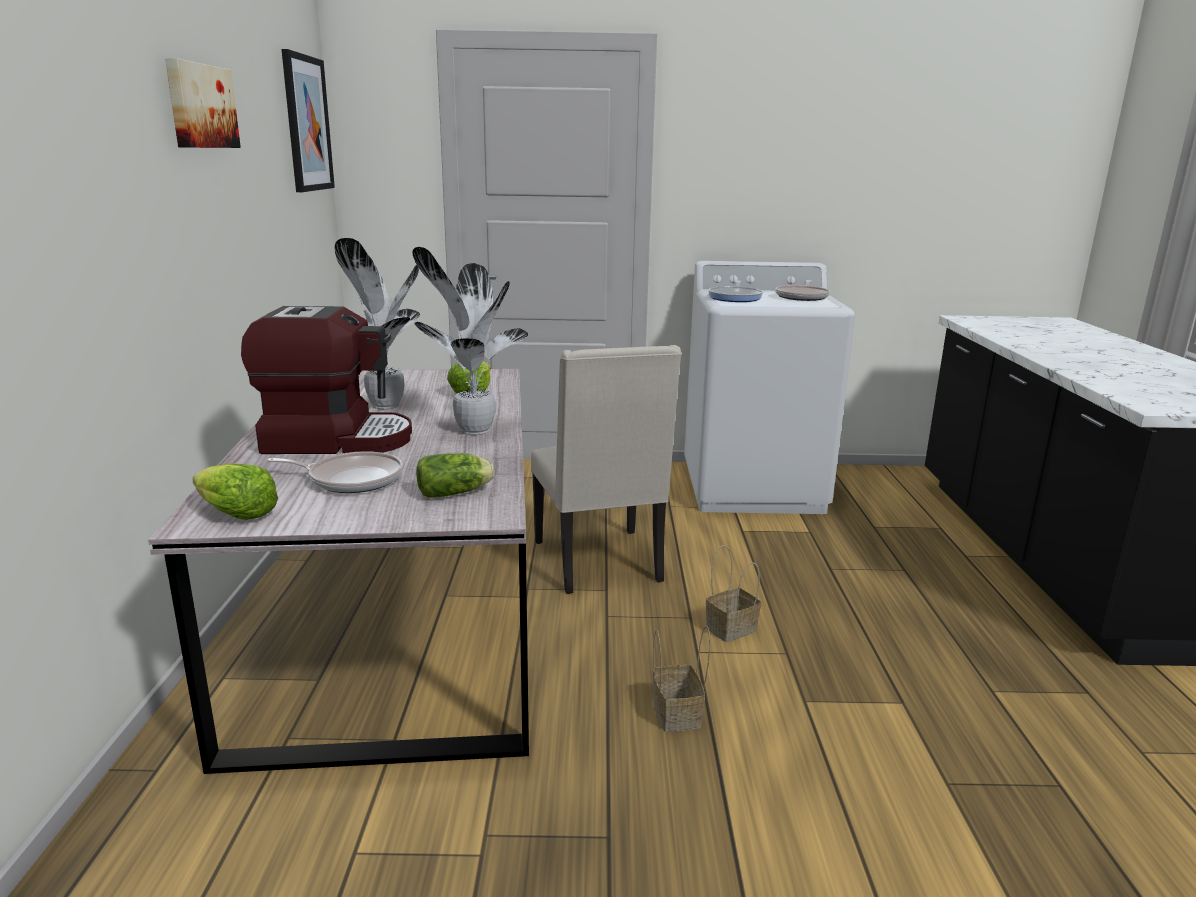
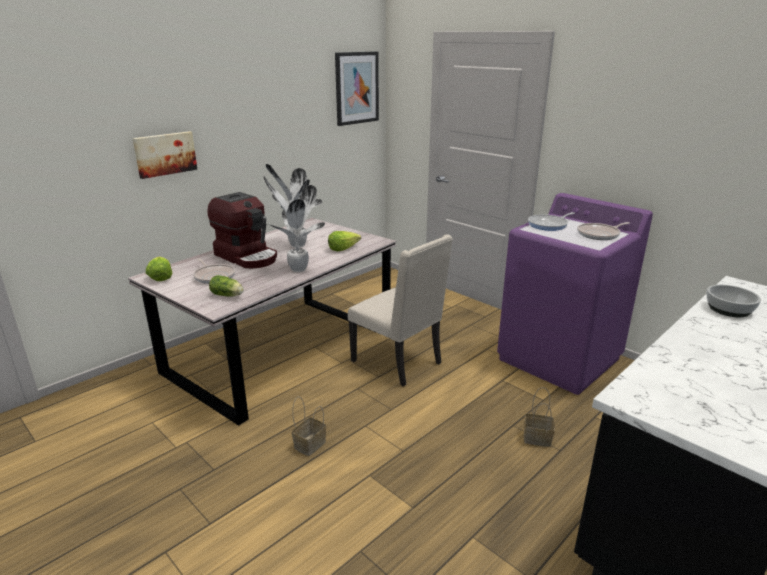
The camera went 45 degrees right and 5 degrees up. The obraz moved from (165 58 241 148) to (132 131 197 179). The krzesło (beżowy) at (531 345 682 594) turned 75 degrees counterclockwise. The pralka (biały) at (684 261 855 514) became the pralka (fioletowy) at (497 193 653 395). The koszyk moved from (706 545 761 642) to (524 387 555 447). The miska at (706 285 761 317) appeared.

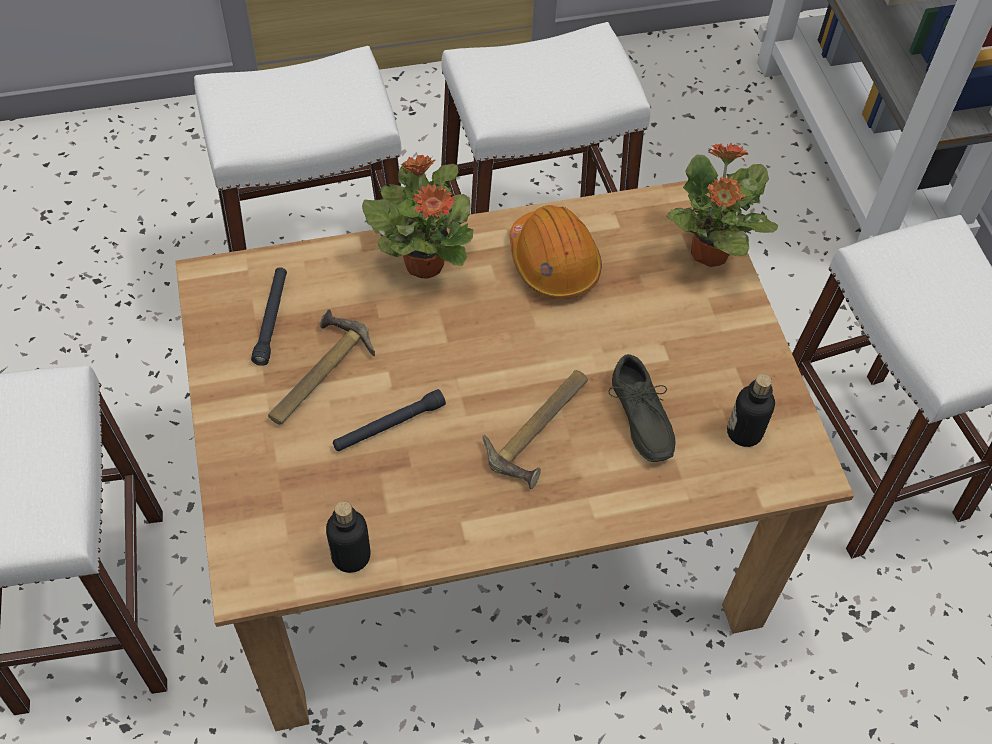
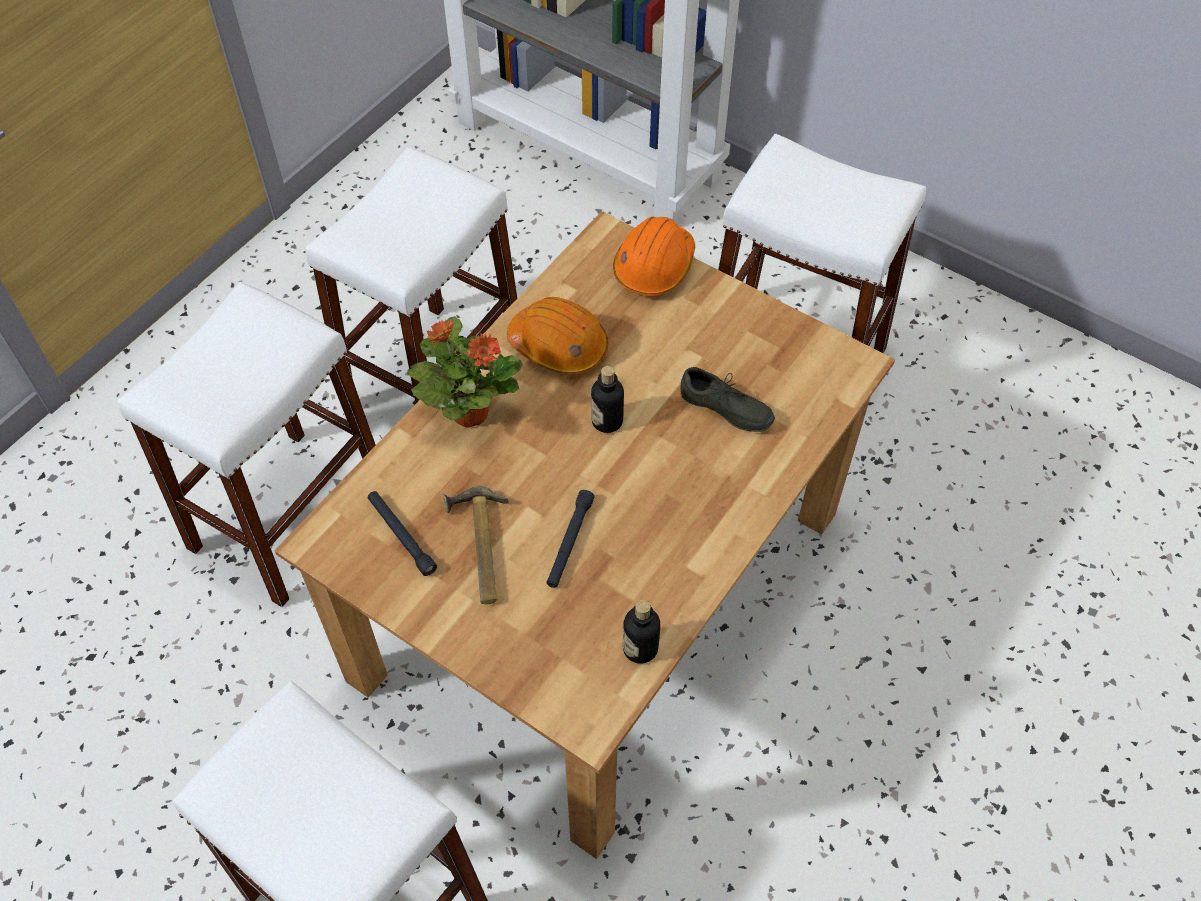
The camera went 40 degrees left and 0 degrees up. The młotek at (483 370 588 489) disappeared. The roślina doniczkowa at (666 143 778 267) was replaced by the kask (pomarańczowy) at (613 216 695 296). The butelka moved from (727 374 775 447) to (591 366 624 433).

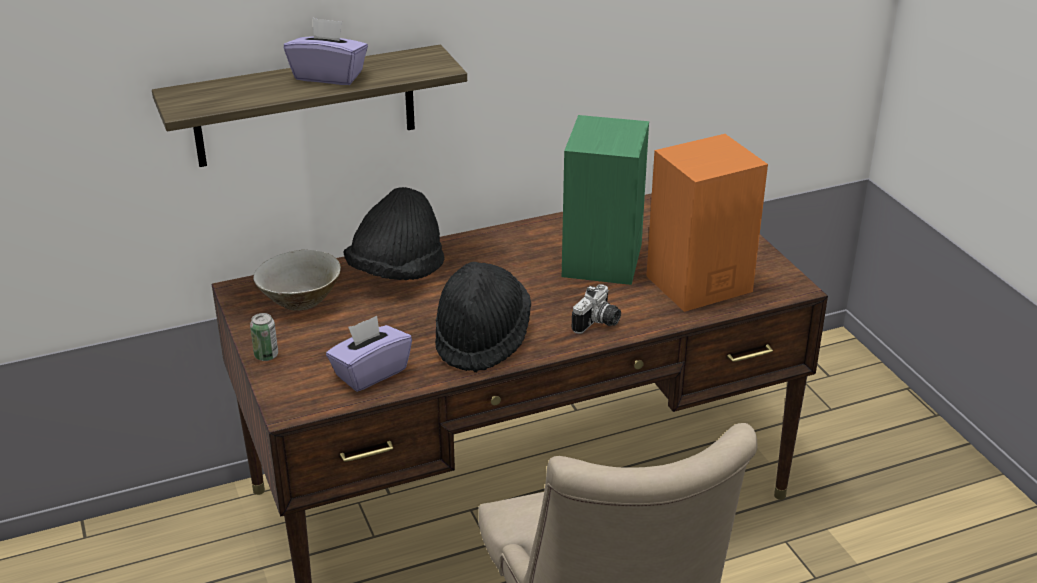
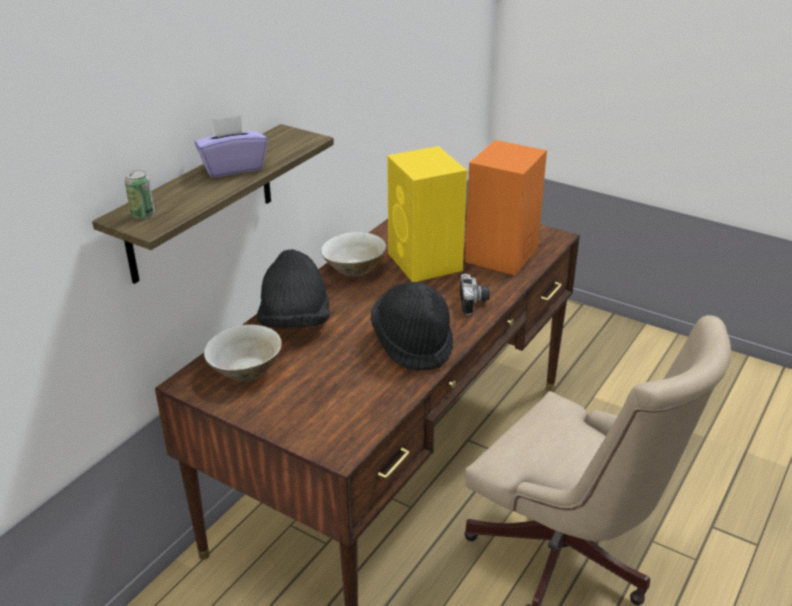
The camera went 35 degrees left and 0 degrees up. The puszka moved from (250 313 278 361) to (124 170 155 219). The pudełko chusteczek (fioletowy) at (326 316 412 392) disappeared. The głośnik (zielony) at (562 115 649 285) became the głośnik (żółty) at (387 146 467 282). The miska (beżowy) at (321 232 386 277) appeared.

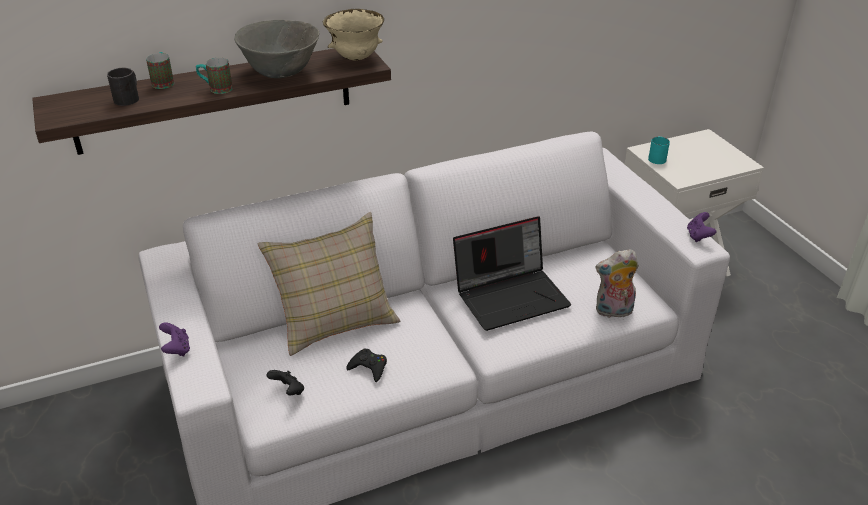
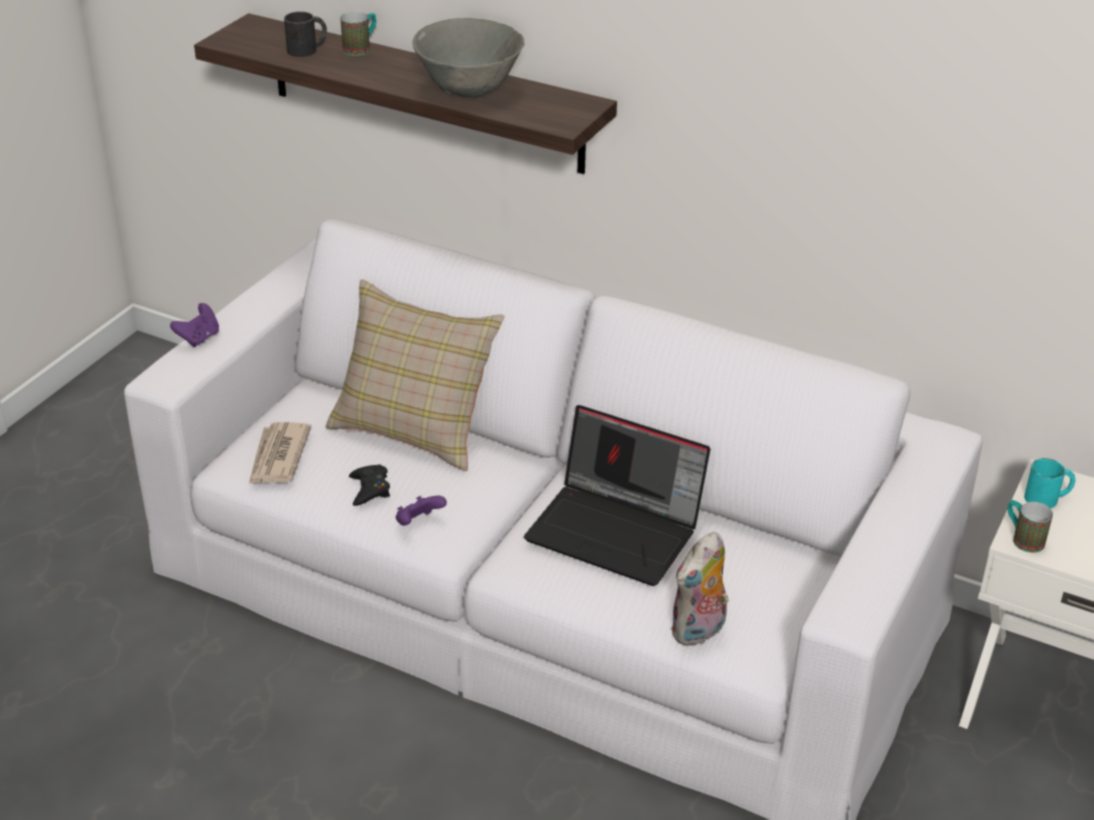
The camera went 50 degrees right and 0 degrees up. The kubek moved from (196 58 233 94) to (1008 500 1053 553). The pad do gier (czarny) at (267 370 304 396) was replaced by the gazeta at (249 422 311 484). The miska (beżowy) at (323 9 384 61) disappeared. The pluszak at (596 249 639 318) turned 90 degrees counterclockwise. The pad do gier (fioletowy) moved from (687 212 716 242) to (396 496 447 526).

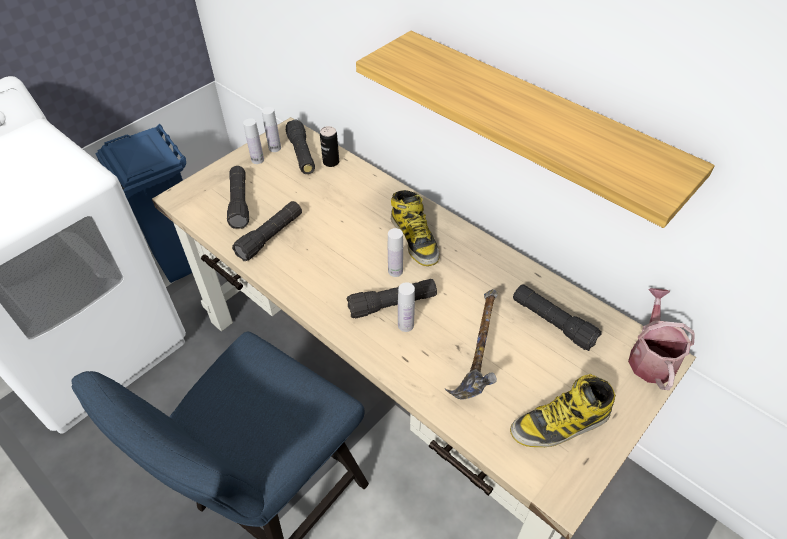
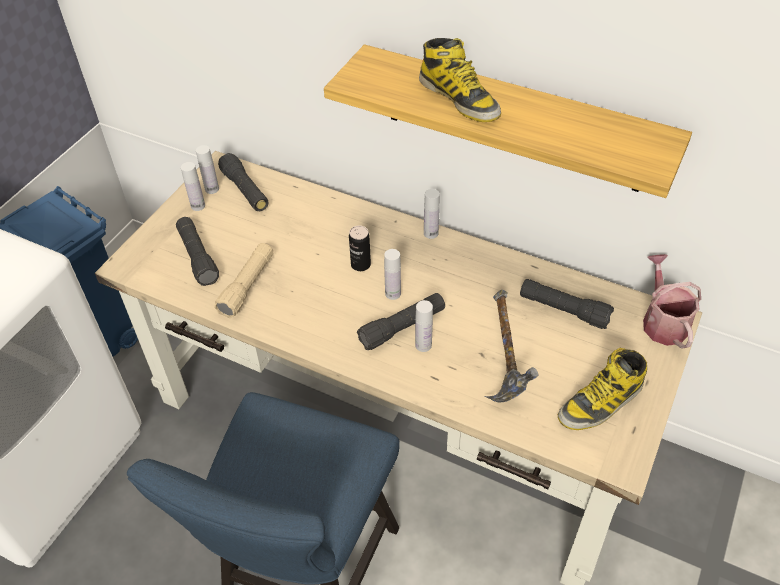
The camera went 15 degrees left and 0 degrees up. The latarka (czarny) at (232 201 302 261) became the latarka (beżowy) at (214 243 273 318). The puszka moved from (320 126 339 167) to (349 225 371 271). The but z cholewką moved from (391 190 440 266) to (419 38 501 122). The butelka (biały) at (424 189 440 239) appeared.

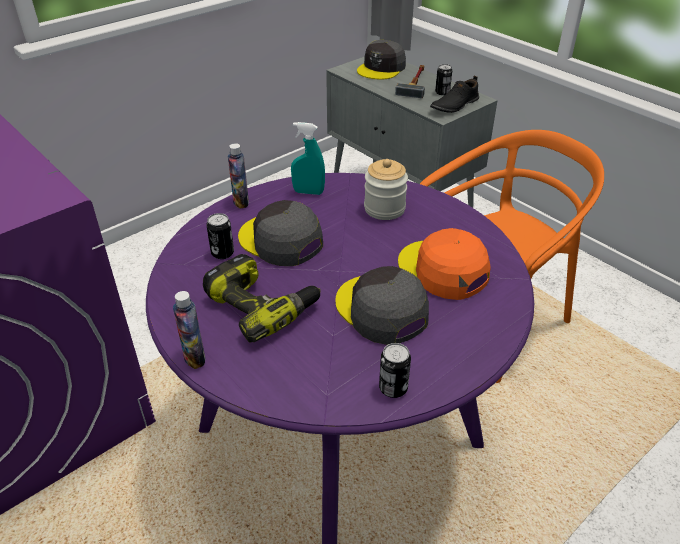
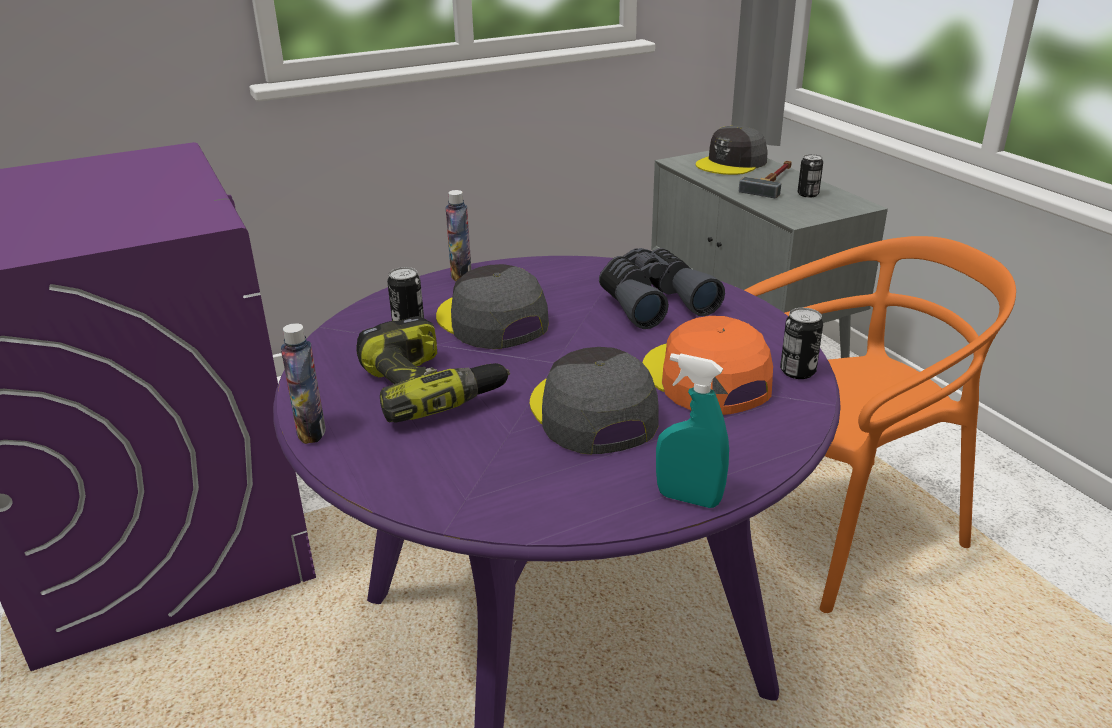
The camera went 15 degrees right and 10 degrees down. The spryskiwacz (turkusowy) moved from (291 122 325 195) to (656 353 729 508). The słoik at (364 159 408 220) was replaced by the lornetka (szary) at (599 248 725 329). The puszka moved from (379 343 411 398) to (780 308 823 379). The but (czarny) at (430 76 479 113) disappeared.

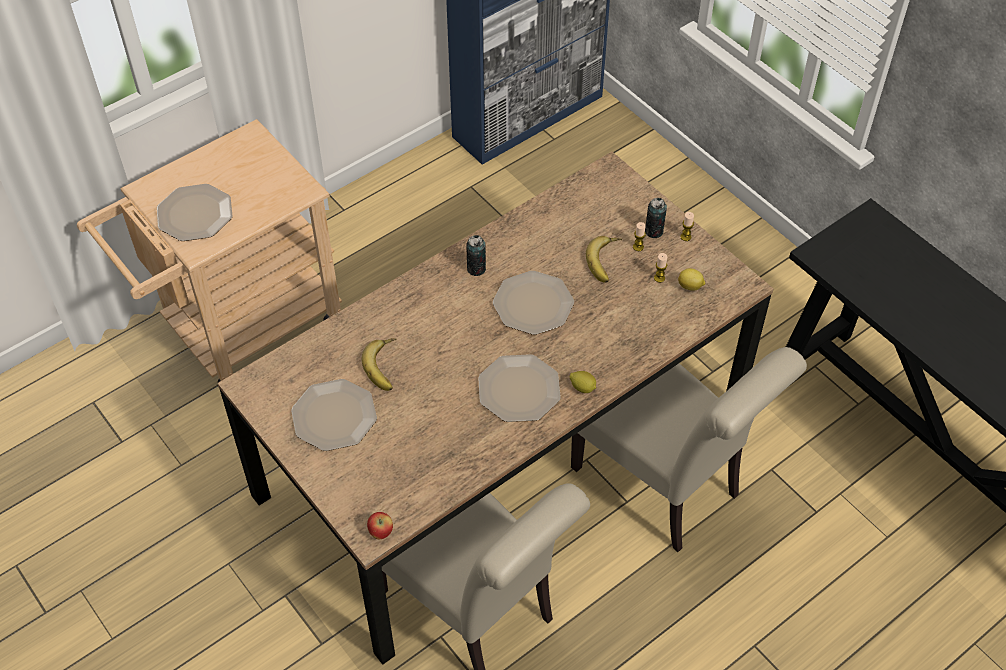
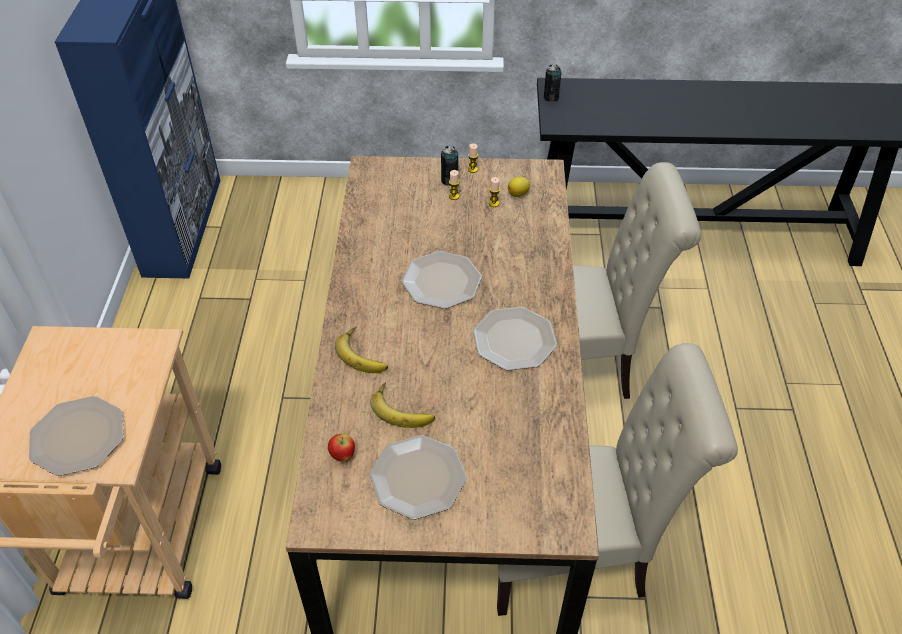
The camera went 50 degrees left and 5 degrees down. The jabłko moved from (367 512 393 539) to (328 434 355 462). The puszka moved from (466 235 486 276) to (544 64 562 102). The cytryna at (570 371 596 393) disappeared. The banan moved from (586 236 622 283) to (335 326 388 373).

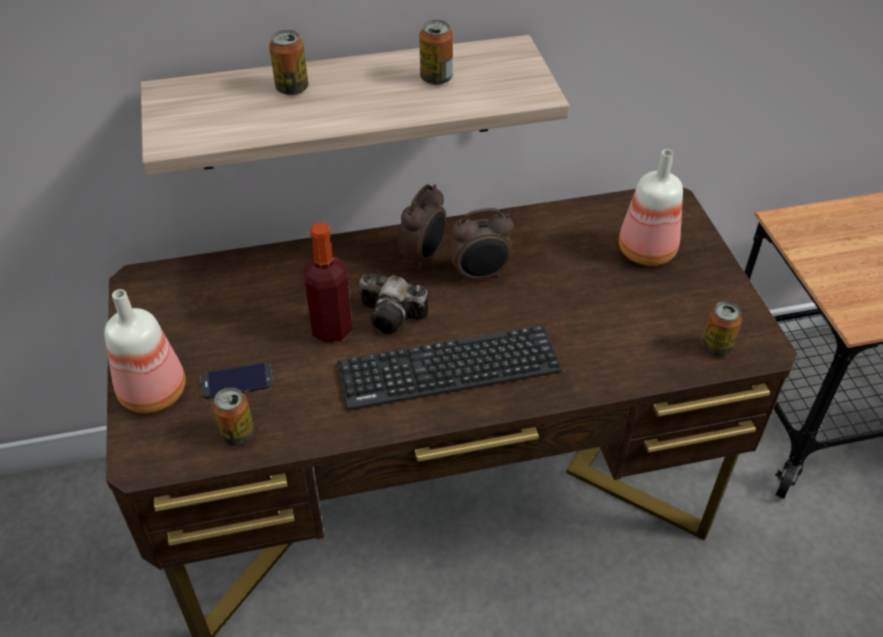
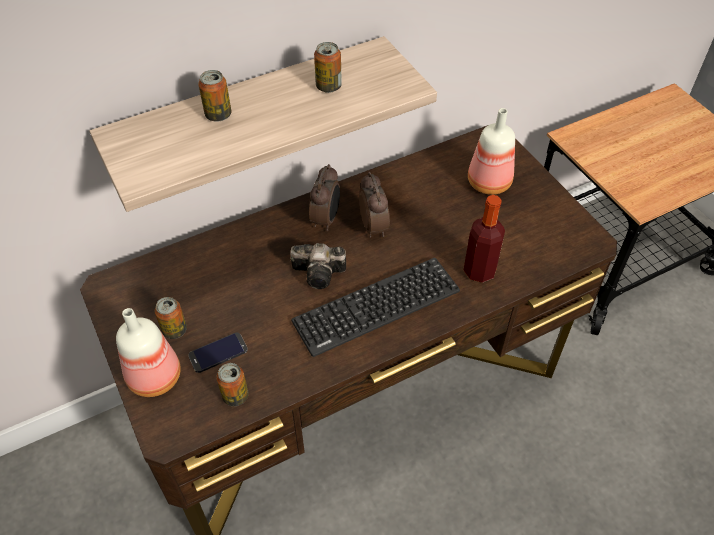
The camera went 15 degrees left and 5 degrees up. The butelka moved from (303 223 353 343) to (464 195 505 283). The budzik at (449 208 513 283) turned 75 degrees counterclockwise. The puszka moved from (701 301 742 357) to (155 297 187 339).

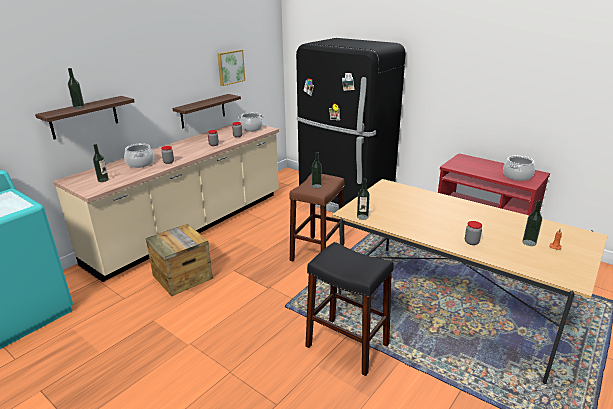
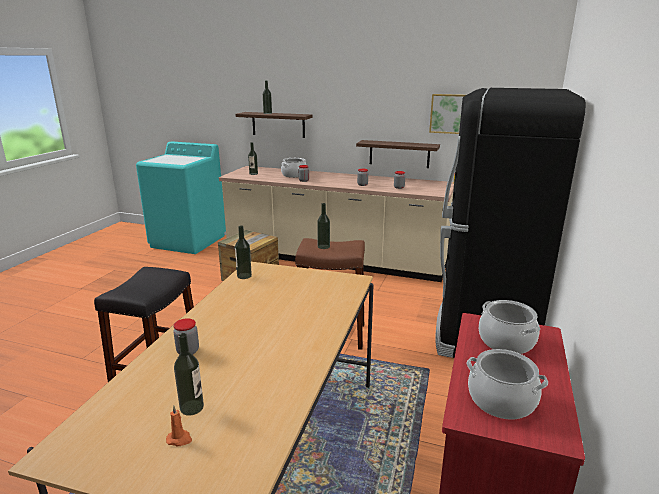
The camera went 70 degrees right and 5 degrees down. The garnek moved from (238 112 264 131) to (479 300 540 354).

